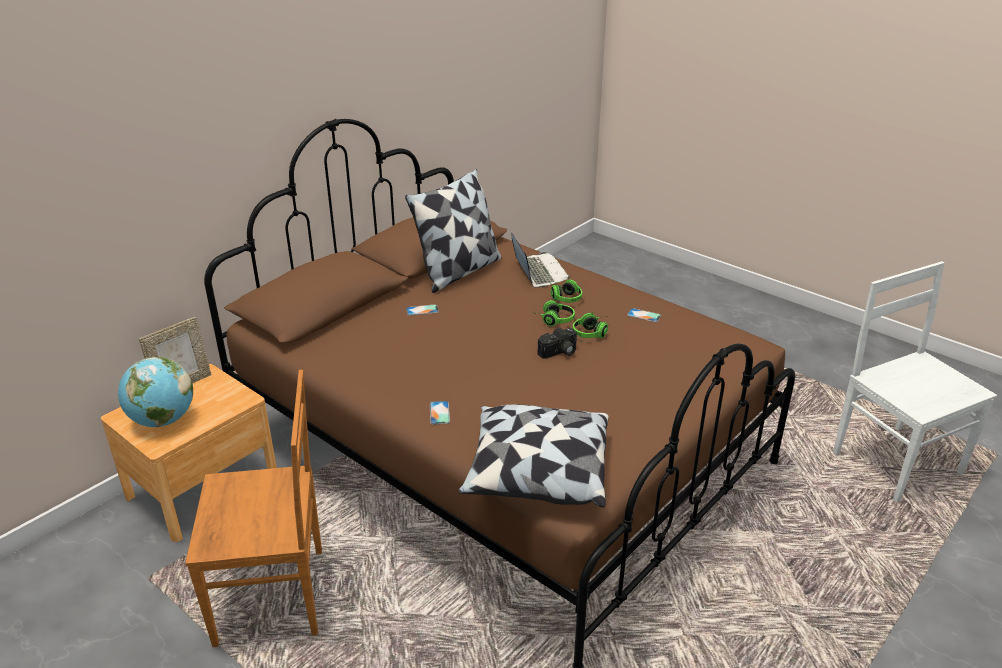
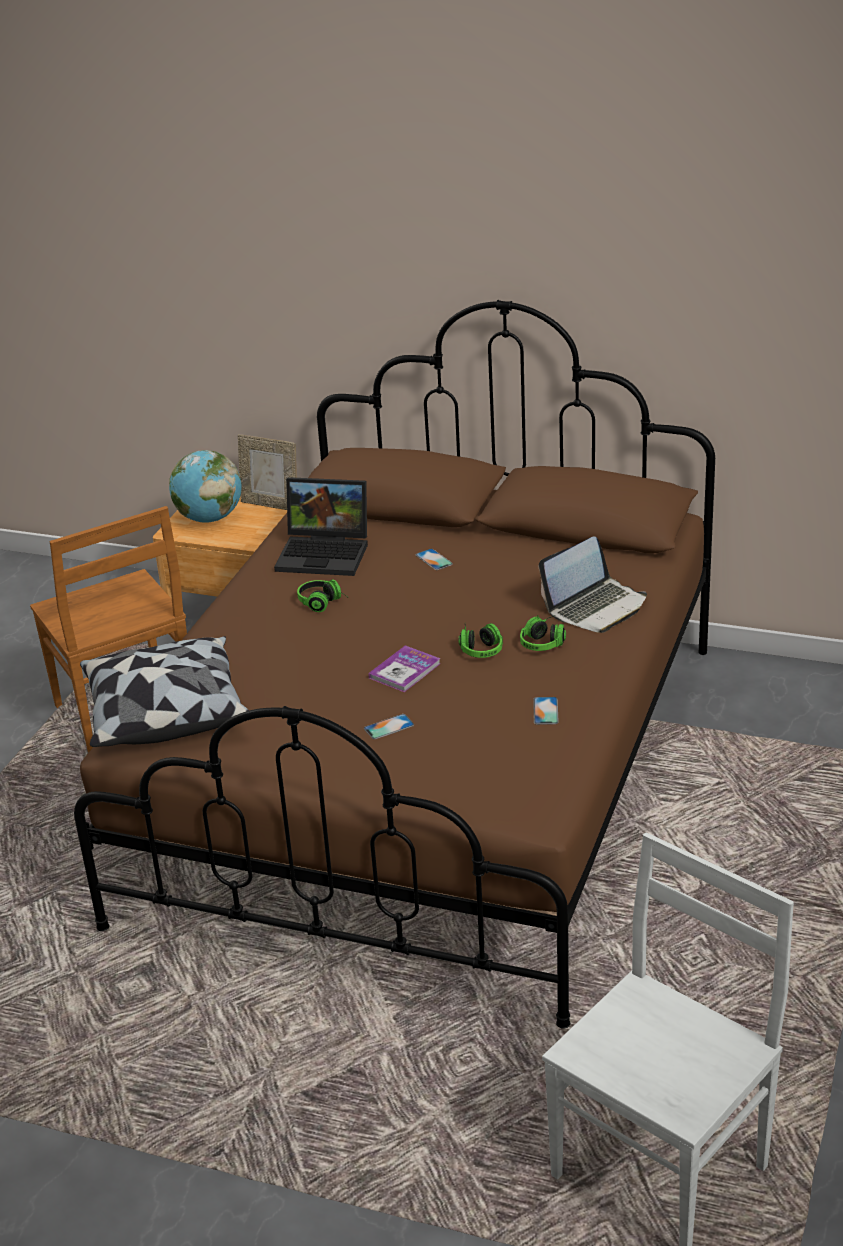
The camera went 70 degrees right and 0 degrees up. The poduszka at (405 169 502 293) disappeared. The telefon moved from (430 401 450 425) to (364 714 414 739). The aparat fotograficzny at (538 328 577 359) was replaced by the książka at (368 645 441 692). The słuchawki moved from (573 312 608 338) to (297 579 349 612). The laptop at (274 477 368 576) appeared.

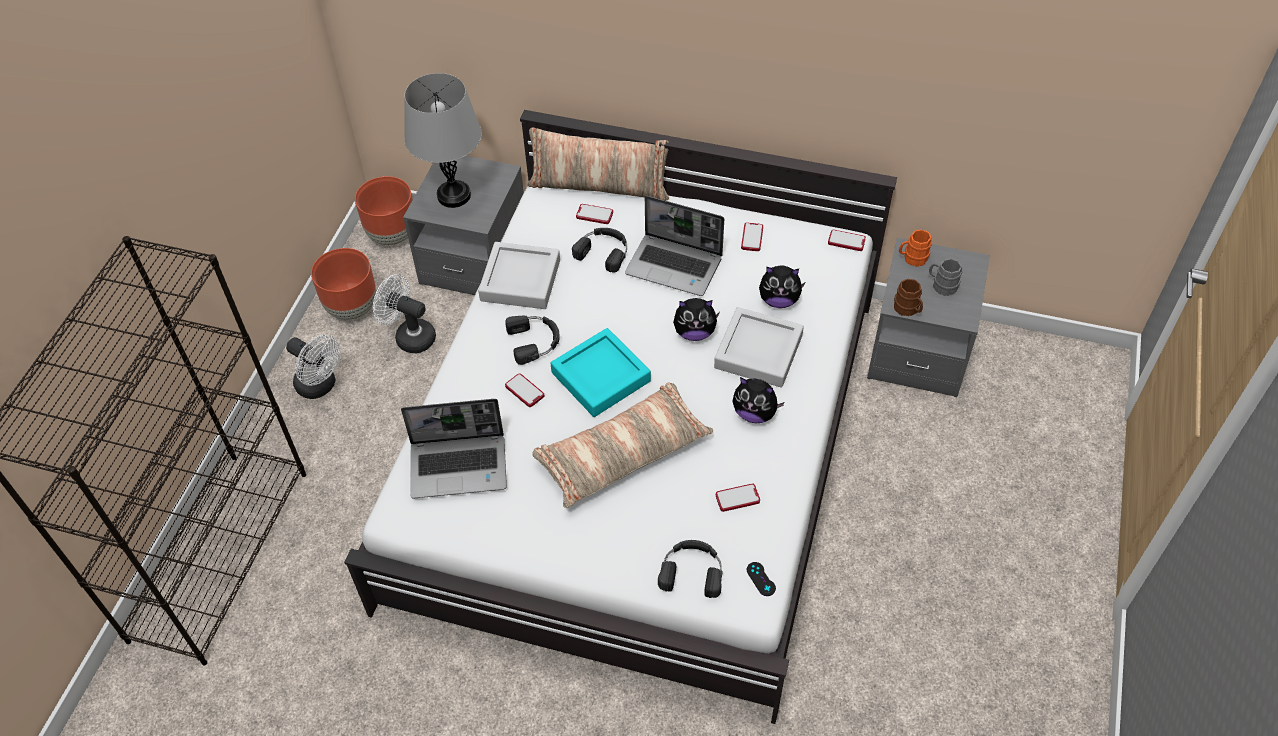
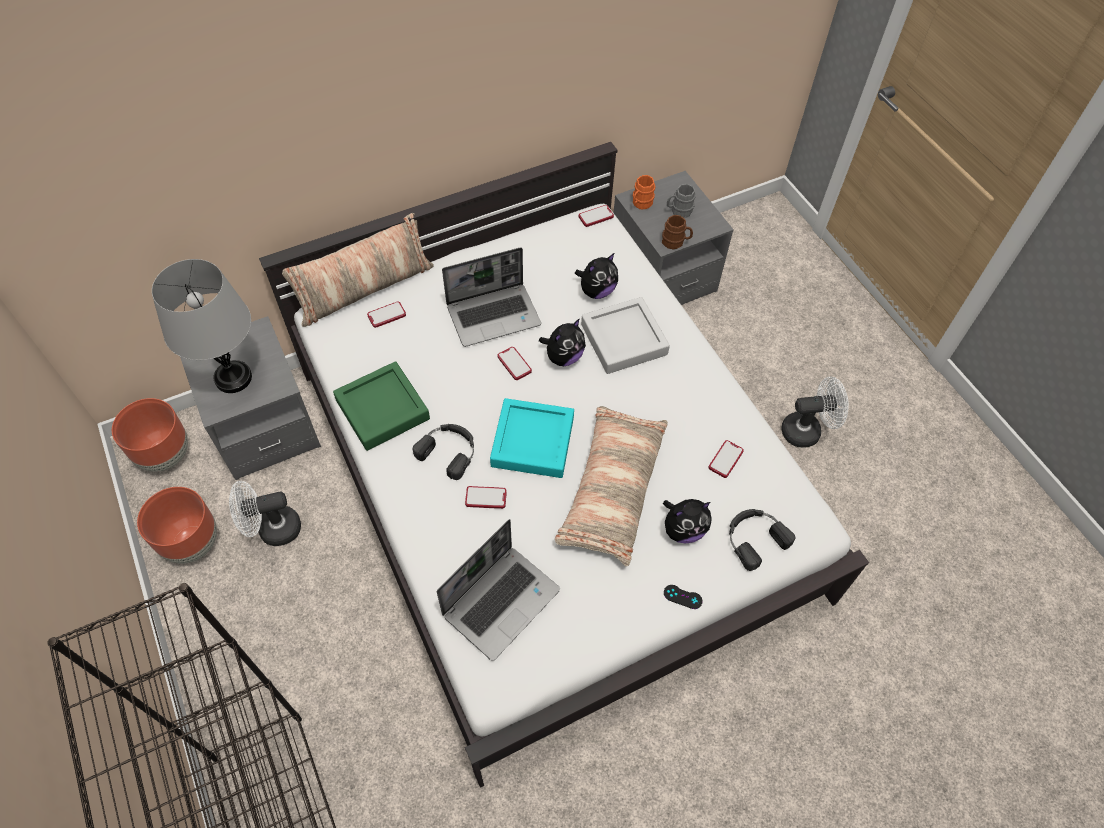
The camera went 45 degrees left and 5 degrees up. The wentylator (biały) moved from (286 335 340 399) to (781 377 849 447). The taca (szary) at (478 242 560 309) became the taca (zielony) at (333 361 430 451). The słuchawki (czarny) at (572 228 627 273) disappeared. The pluszak moved from (733 377 785 423) to (663 499 711 544). The telefon moved from (741 223 763 251) to (497 347 532 380). The pad do gier (czarny) moved from (747 562 776 596) to (664 585 703 609).

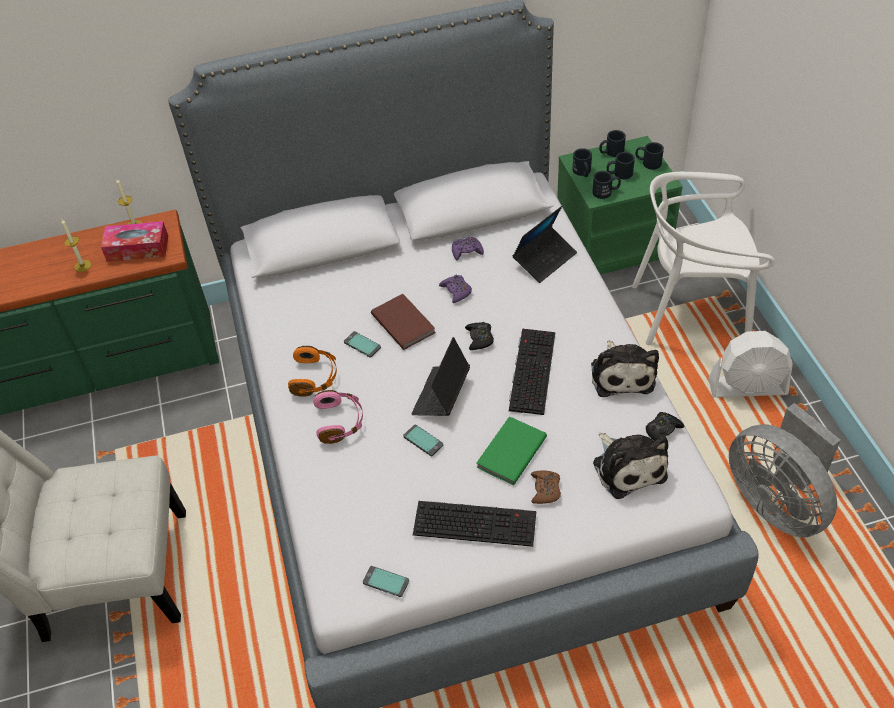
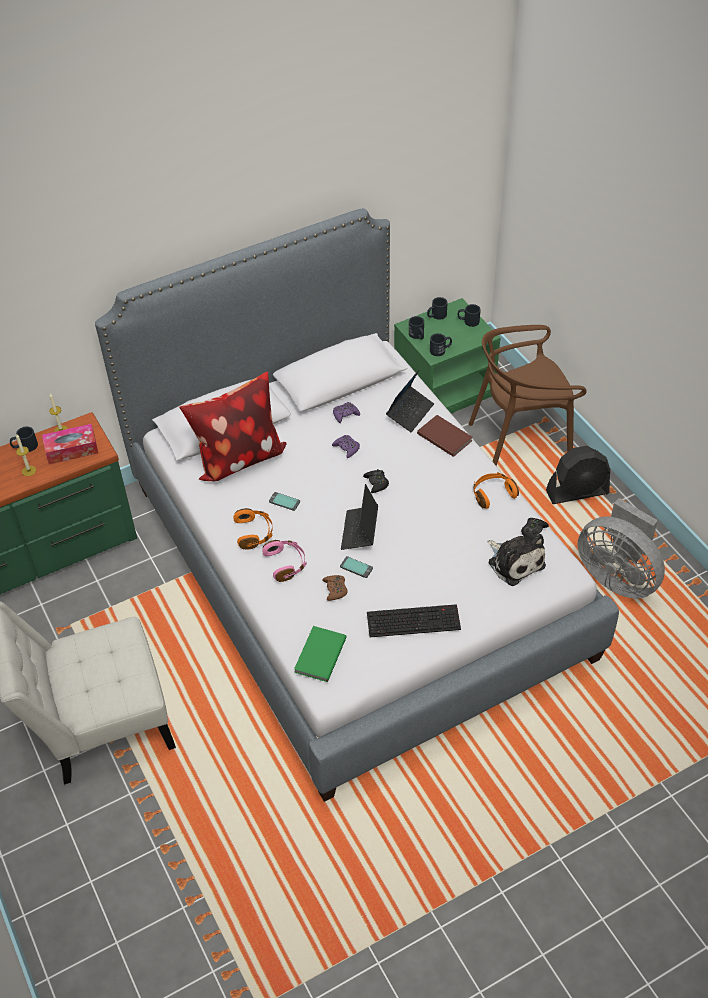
The camera went 15 degrees left and 0 degrees up. The telefon at (363 566 409 597) disappeared. The książka (brązowy) moved from (371 294 436 350) to (417 415 473 457). The książka (zielony) moved from (476 416 547 485) to (294 626 347 682). The klawiatura at (509 329 555 415) disappeared. The pad do gier (brązowy) moved from (531 471 561 504) to (323 575 348 601). The pluszak at (591 340 659 397) was replaced by the słuchawki (pomarańczowy) at (473 472 519 509). The kubek (czarny) moved from (607 152 635 179) to (10 426 38 452). The krzesło (biały) at (632 172 775 345) became the krzesło (brązowy) at (469 325 587 466). The wentylator (biały) at (708 331 793 397) became the wentylator (czarny) at (546 446 610 504). The poduszka at (179 372 287 481) appeared.

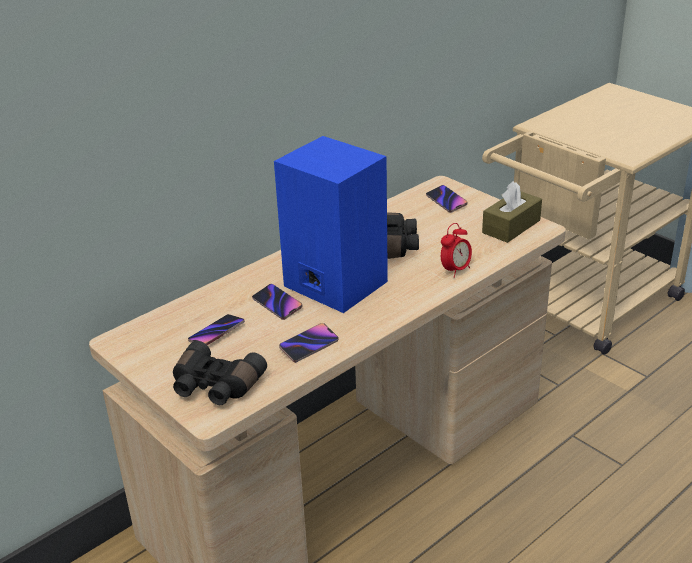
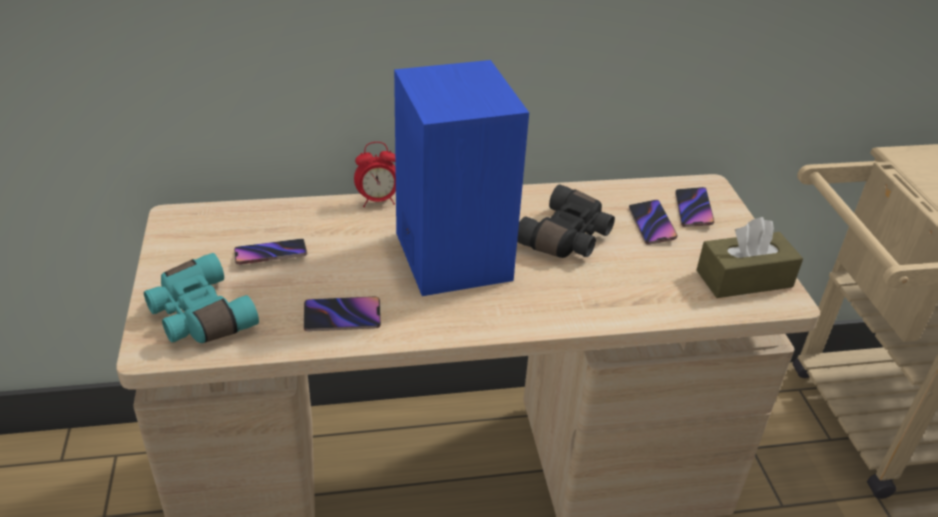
The camera went 30 degrees right and 5 degrees up. The lornetka (czarny) at (173 341 267 405) became the lornetka (turkusowy) at (144 253 259 343). The telefon moved from (252 284 302 320) to (629 200 677 245). The budzik moved from (441 223 472 278) to (354 142 396 207).

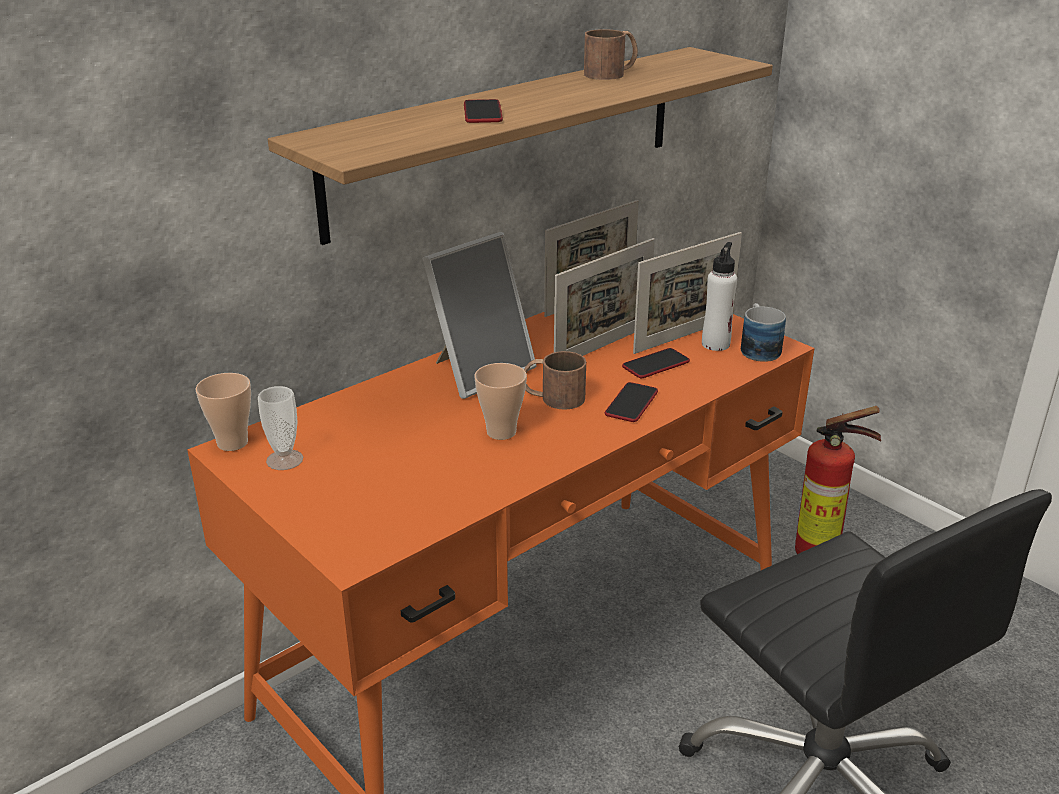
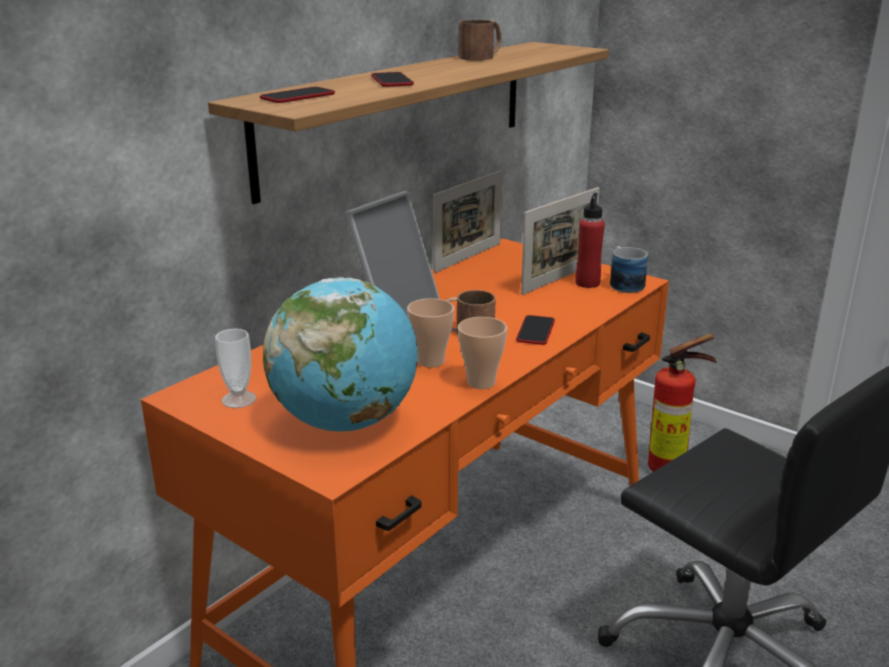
The camera went 10 degrees left and 5 degrees down. The filiżanka moved from (195 373 251 451) to (458 317 507 389). The ramka na zdjęcie at (554 238 655 356) disappeared. The telefon moved from (622 348 690 378) to (260 87 335 103). The butelka (biały) at (702 242 737 351) became the butelka (czerwony) at (576 193 605 288). The globus at (263 277 418 432) appeared.

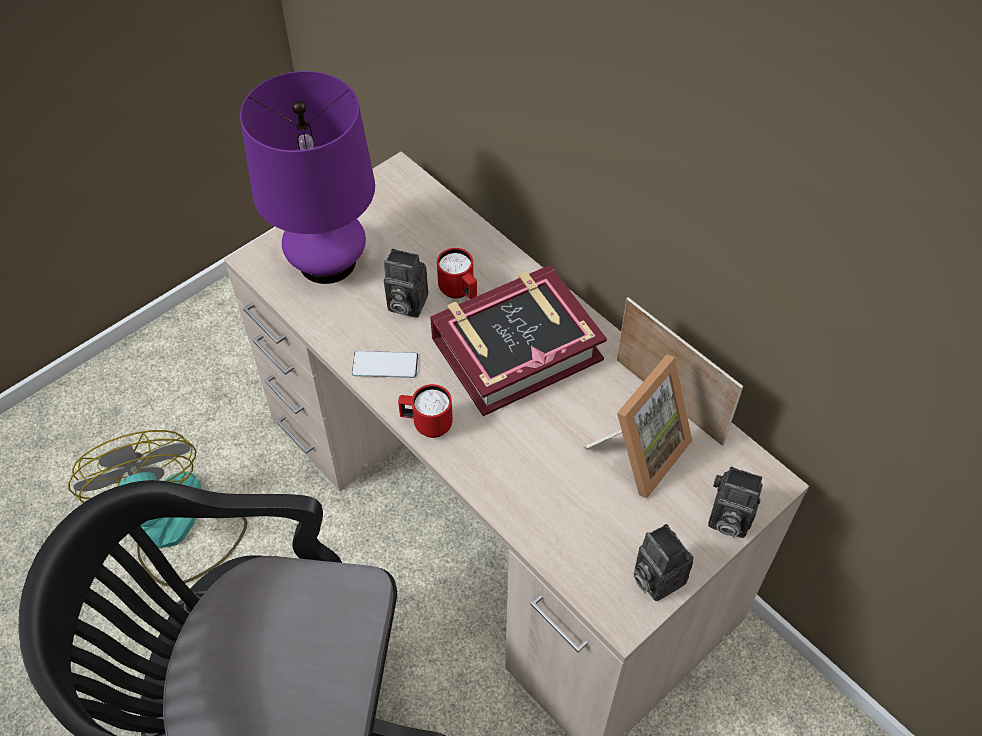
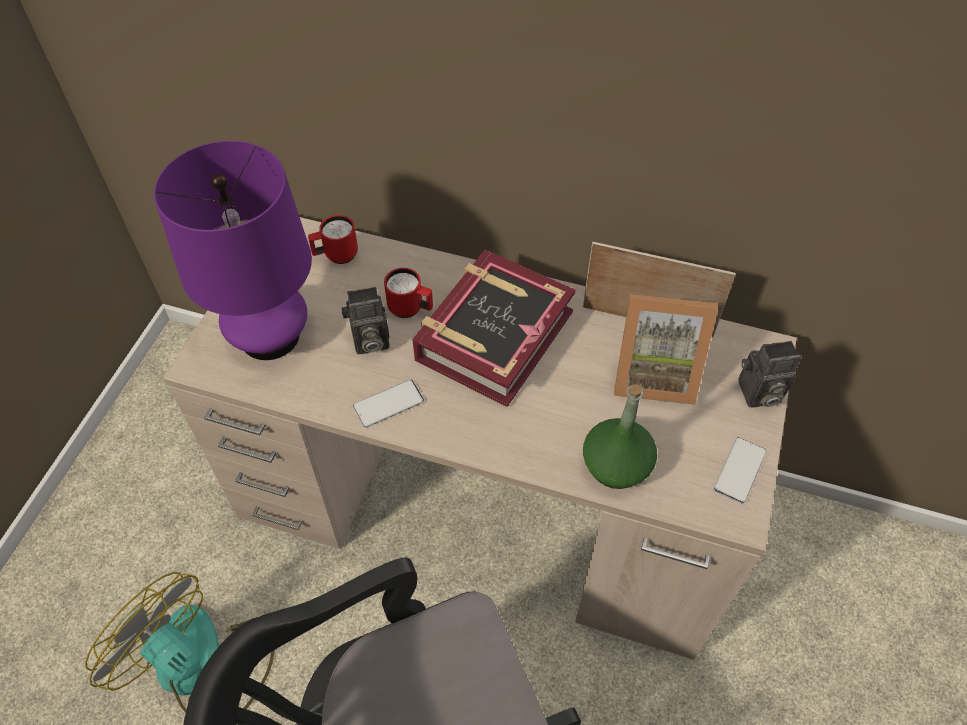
The camera went 30 degrees left and 0 degrees up. The kubek (czerwony) moved from (398 384 453 438) to (308 215 358 264). The ramka na zdjęcie at (583 355 692 498) turned 90 degrees clockwise. The aparat fotograficzny at (633 524 693 601) was replaced by the telefon at (714 437 766 503). The butelka (zielony) at (583 384 657 489) appeared.

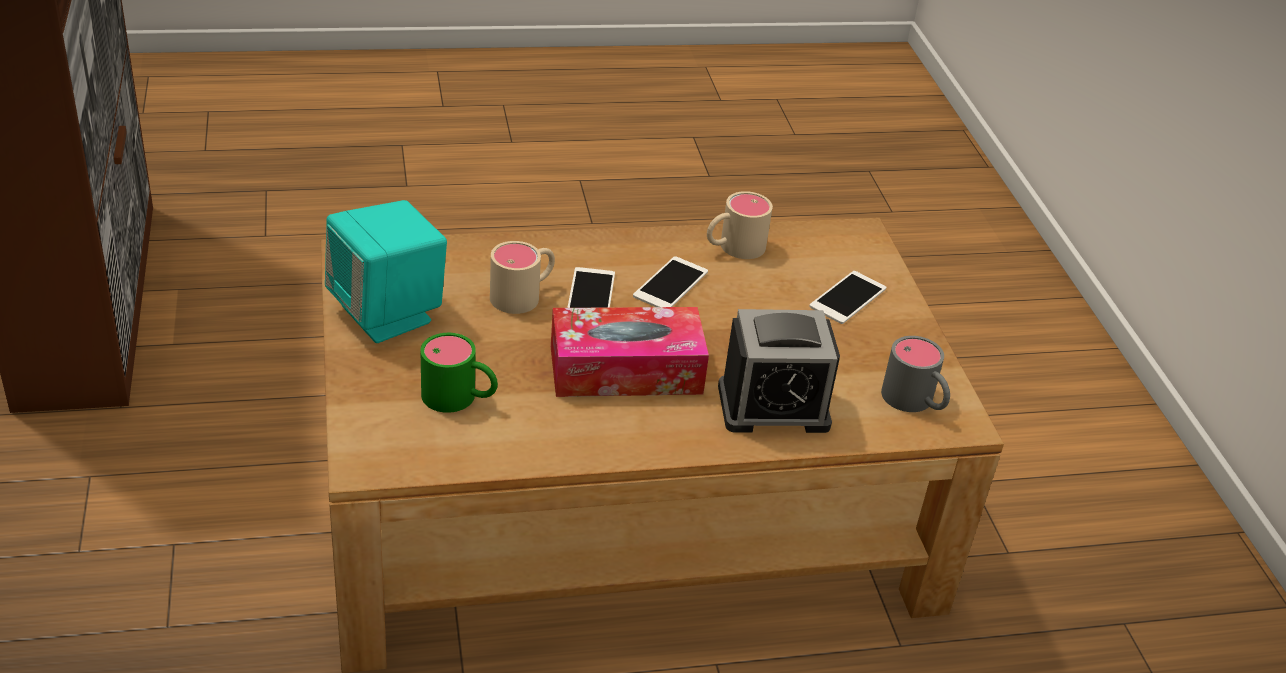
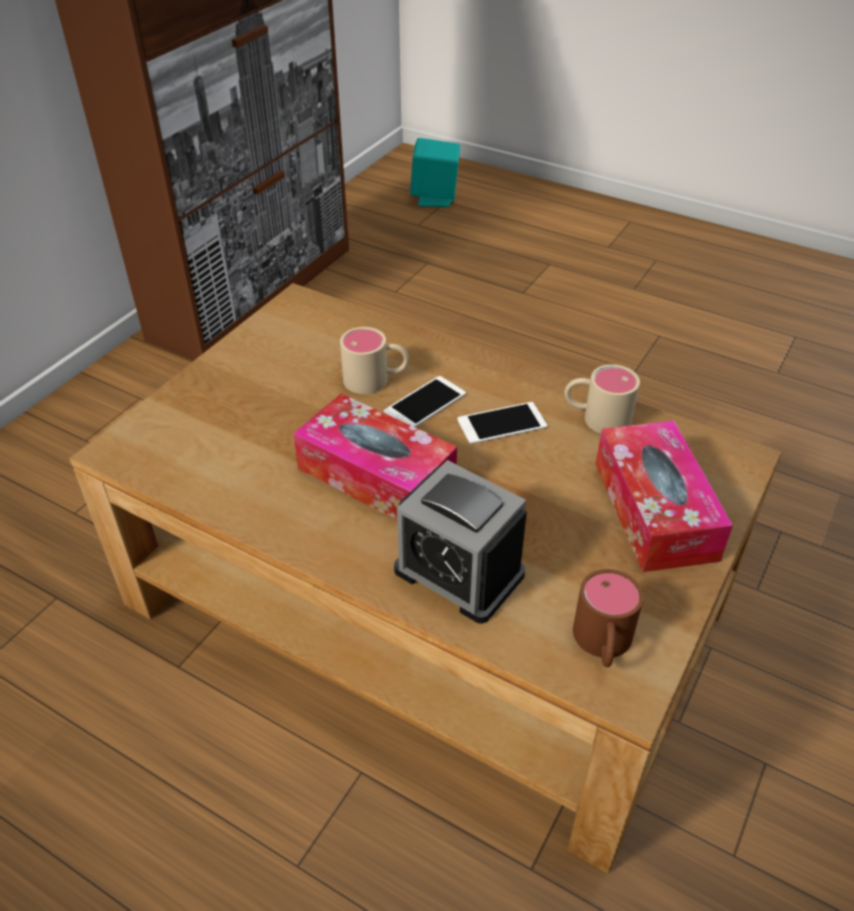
The camera went 45 degrees right and 5 degrees up. The głośnik (turkusowy) moved from (325 200 447 343) to (410 138 460 207). The kubek (zielony) at (421 333 498 413) disappeared. The telefon at (809 271 886 324) was replaced by the pudełko chusteczek at (595 421 733 572). The kubek (szary) at (881 336 950 412) became the kubek (brązowy) at (573 569 644 667).

